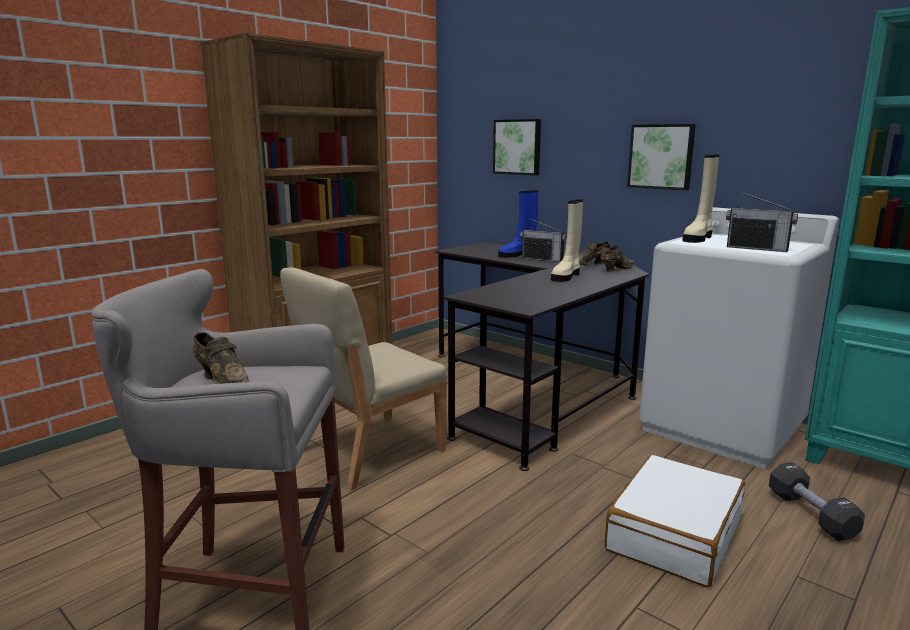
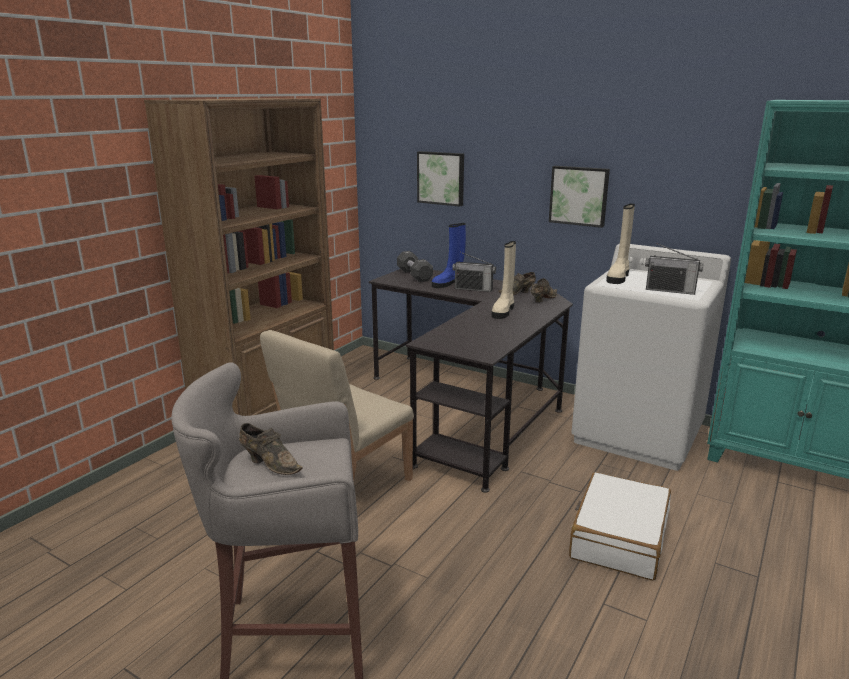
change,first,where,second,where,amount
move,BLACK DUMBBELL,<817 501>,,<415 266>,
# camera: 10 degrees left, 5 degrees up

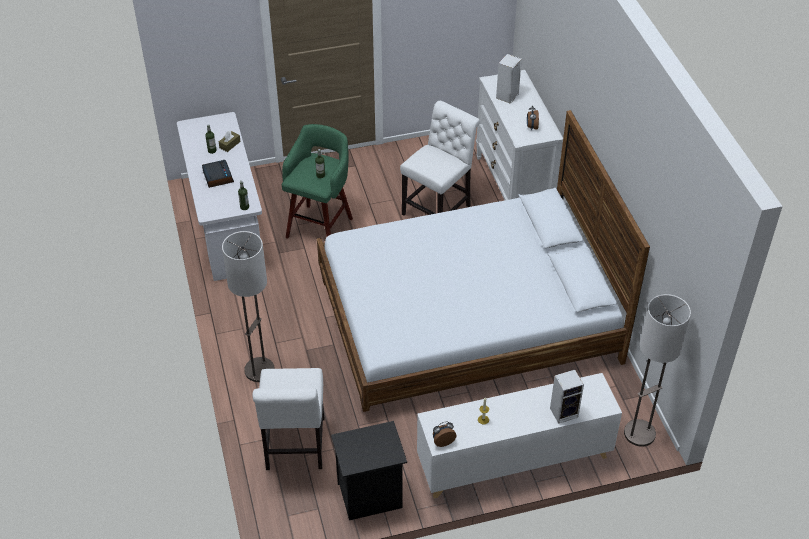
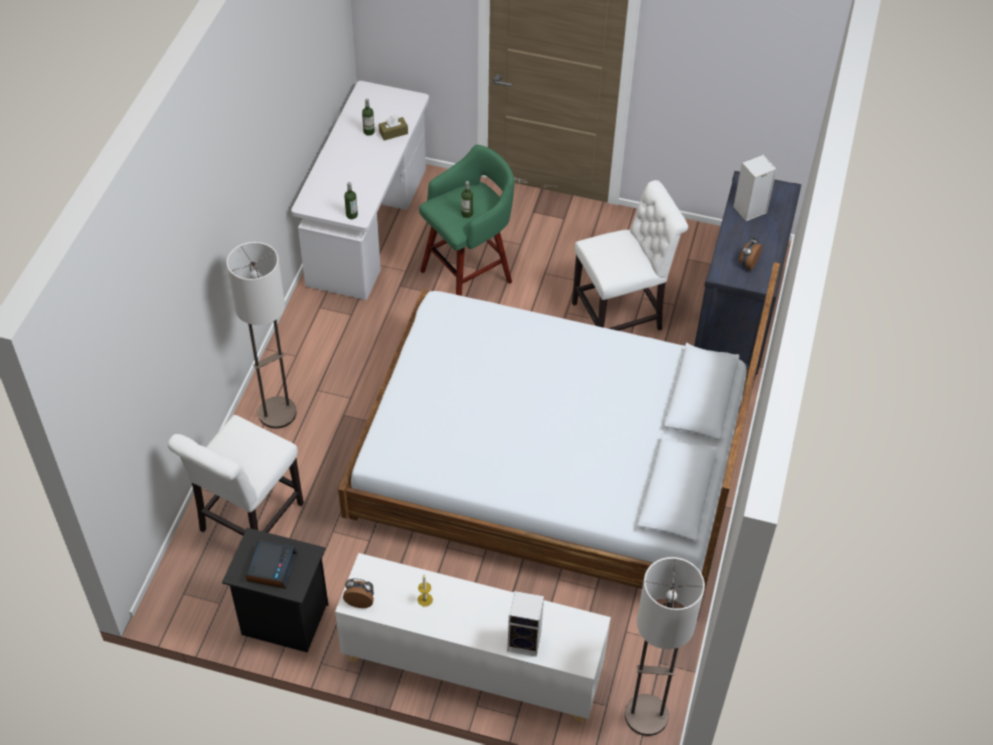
change,first,where,second,where,amount
recolor,WHITE DRESSER,<519 135>,BLACK DRESSER,<748 280>,
move,ALARM CLOCK,<218 174>,,<272 564>,
# camera: 30 degrees right, 5 degrees up

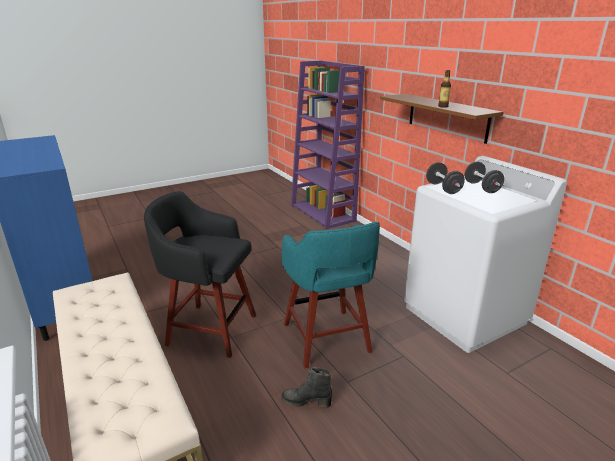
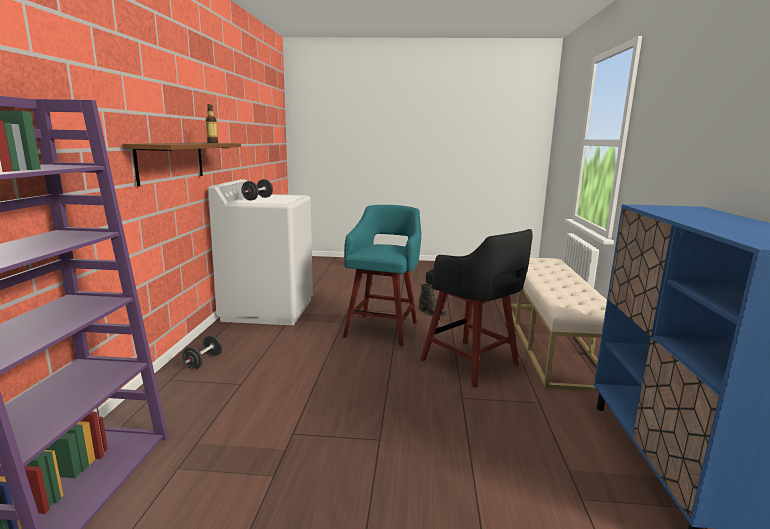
change,first,where,second,where,amount
move,BLACK DUMBBELL,<445 178>,,<202 352>,
# camera: 145 degrees left, 10 degrees down

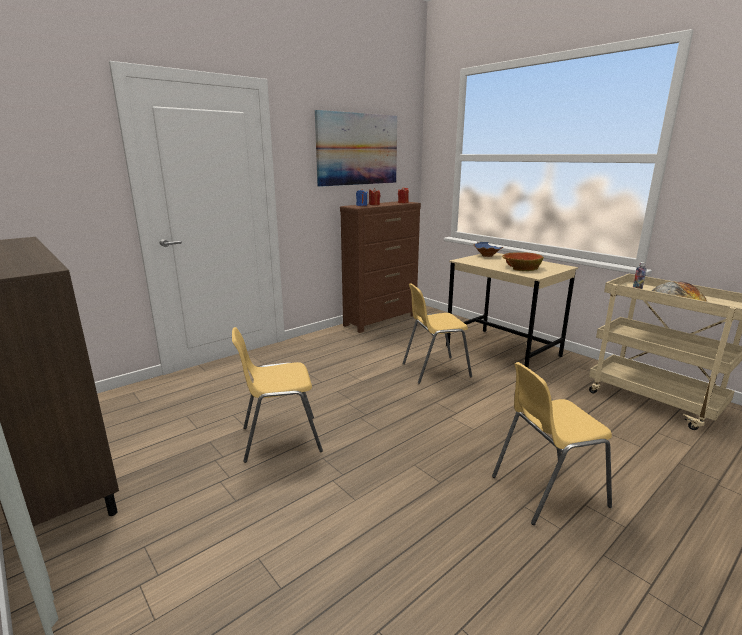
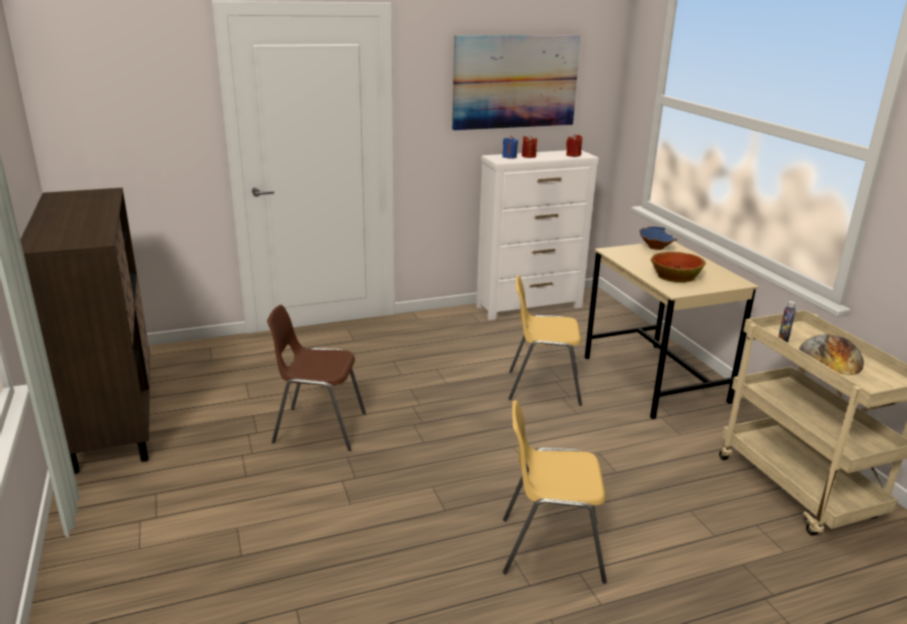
change,first,where,second,where,amount
recolor,BROWN DRESSER,<380 267>,WHITE DRESSER,<537 235>,
recolor,YELLOW CHAIR,<277 395>,BROWN CHAIR,<316 378>,
# camera: 20 degrees right, 5 degrees up

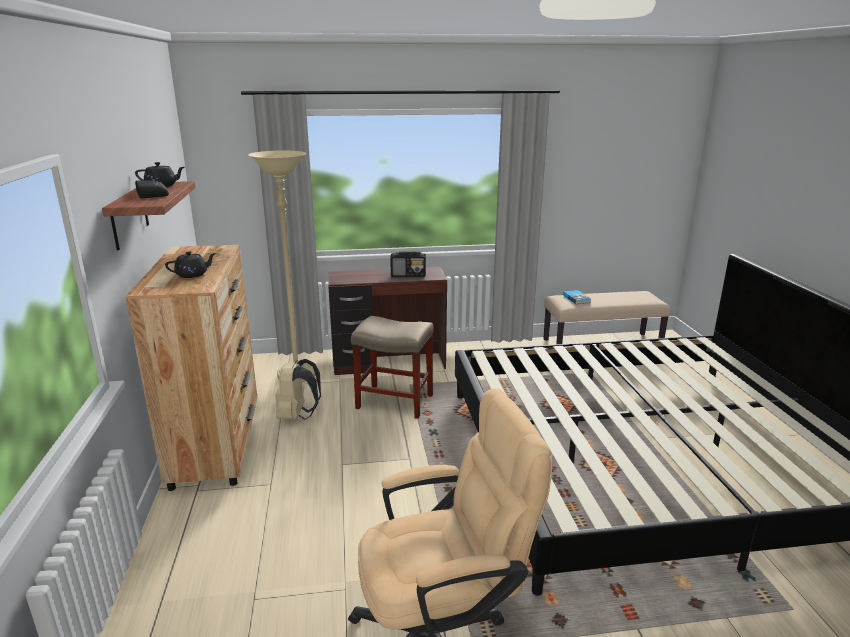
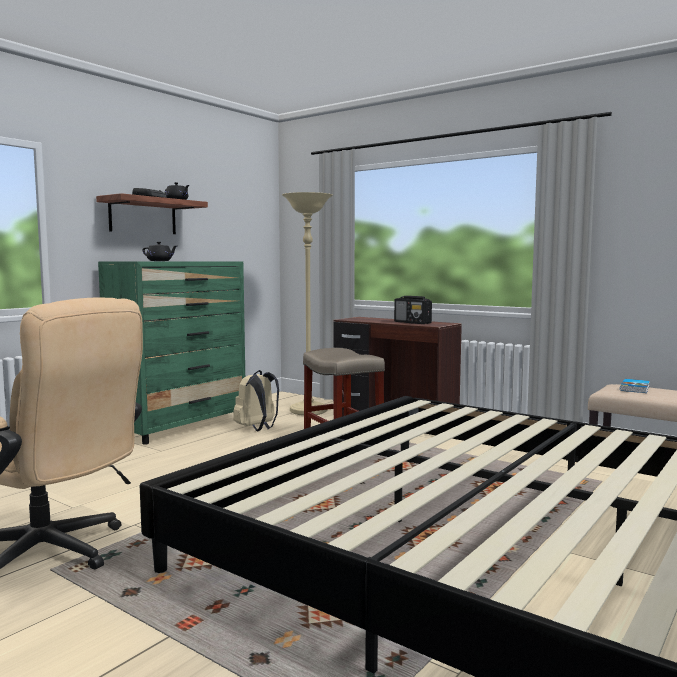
change,first,where,second,where,amount
recolor,BROWN DRESSER,<191 368>,GREEN DRESSER,<171 353>,
# camera: 45 degrees right, 15 degrees down

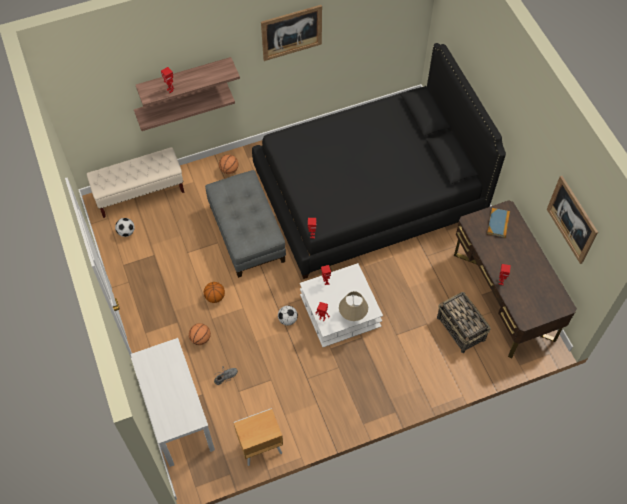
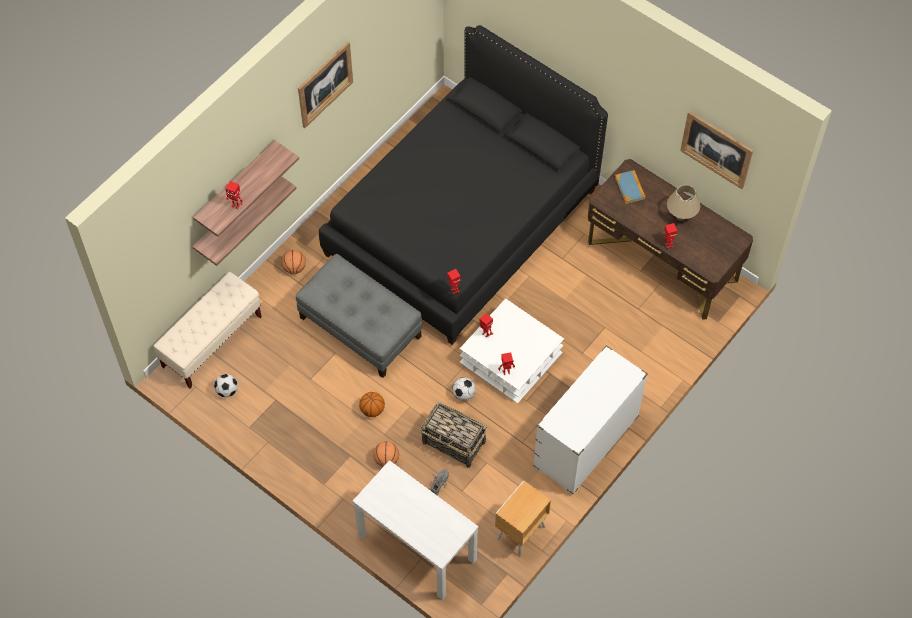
change,first,where,second,where,amount
move,BEIGE TABLE LAMP,<353 306>,,<683 203>,
move,BASKET,<464 322>,,<453 435>,
insert,,,WHITE DRESSER,<590 420>,
# camera: 30 degrees left, 0 degrees up

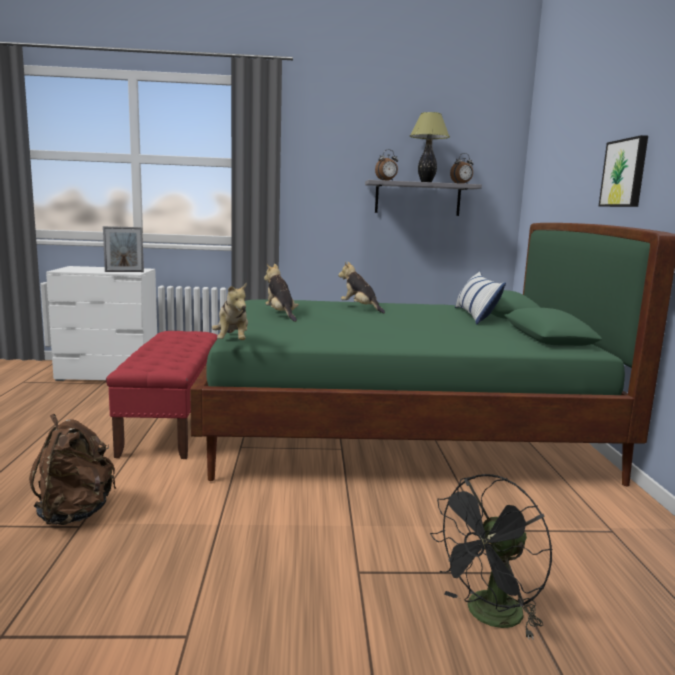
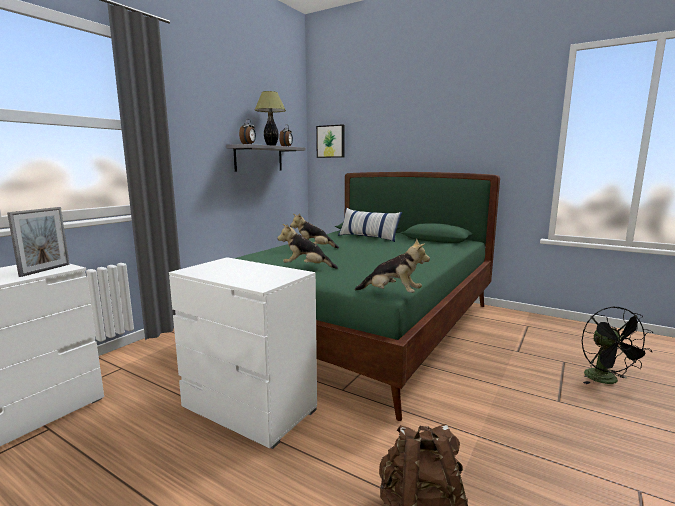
change,first,where,second,where,amount
move,PICTURE,<623 171>,,<330 141>,
replace,RED BENCH,<162 395>,WHITE DRESSER,<243 353>,
# camera: 55 degrees left, 0 degrees up

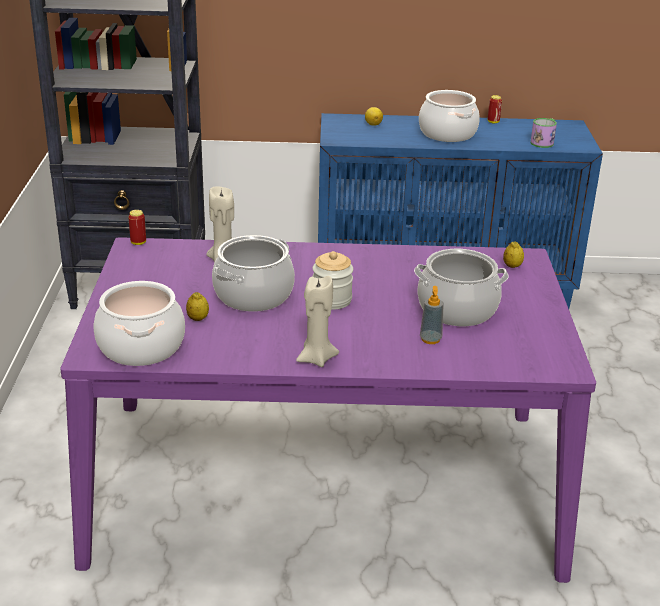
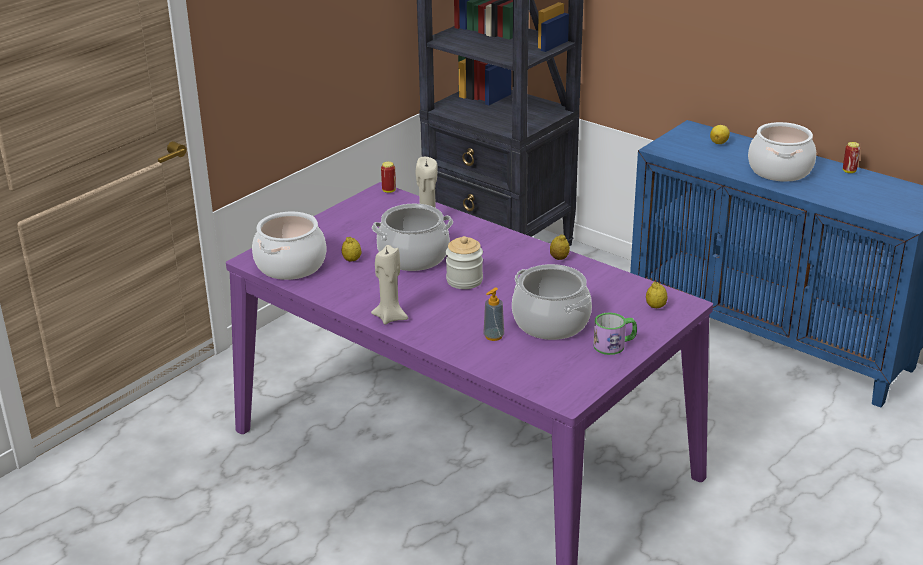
change,first,where,second,where,amount
move,MUG,<544 133>,,<615 333>,
insert,,,LEMON,<560 247>,
# camera: 40 degrees right, 0 degrees up

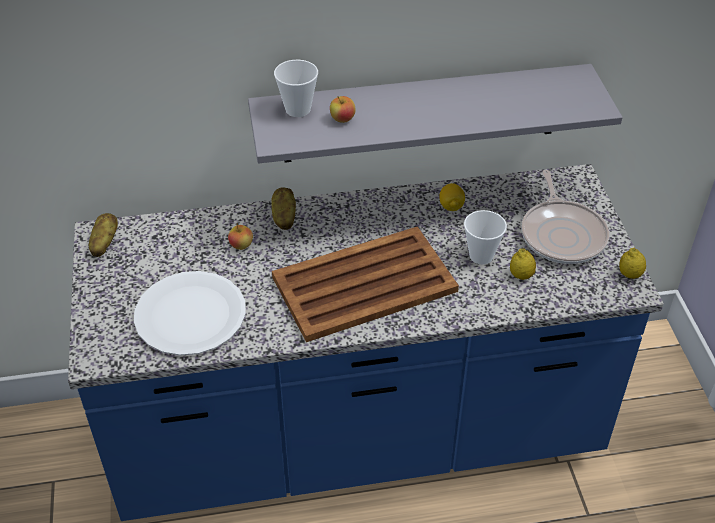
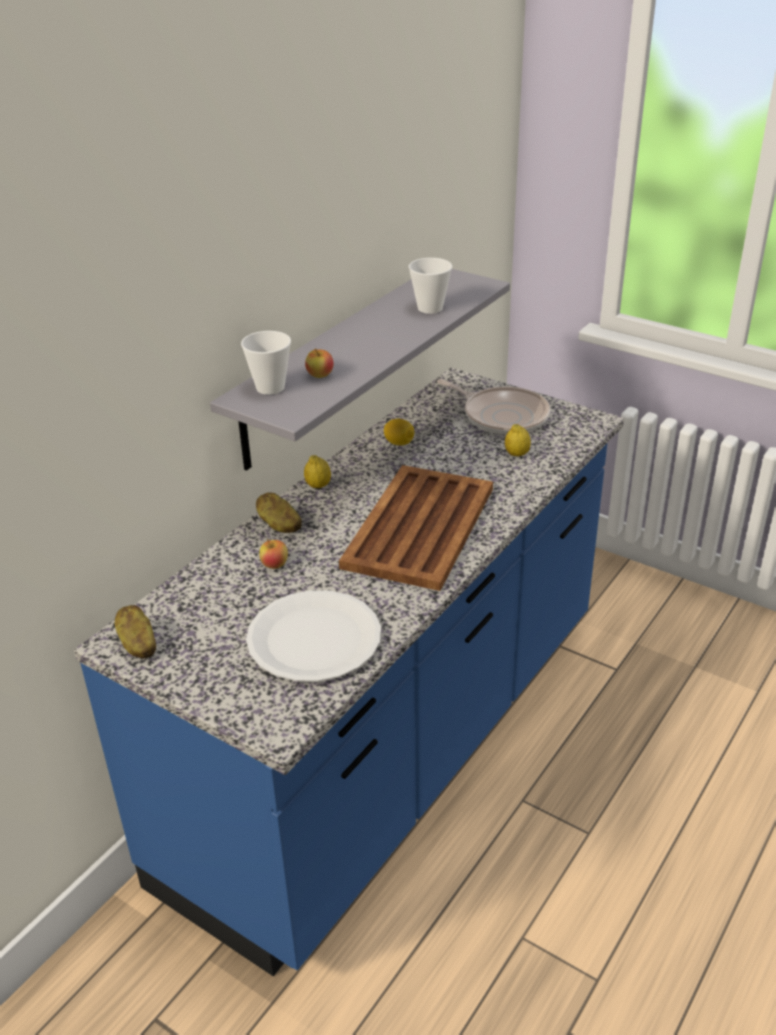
change,first,where,second,where,amount
move,CUP,<485 237>,,<430 286>,
move,LEMON,<632 263>,,<317 471>,
# camera: 45 degrees left, 10 degrees down

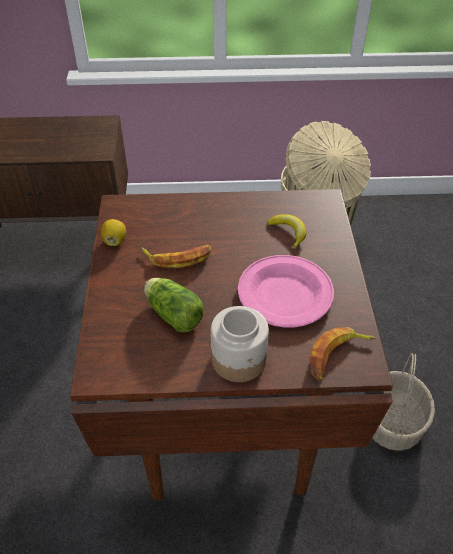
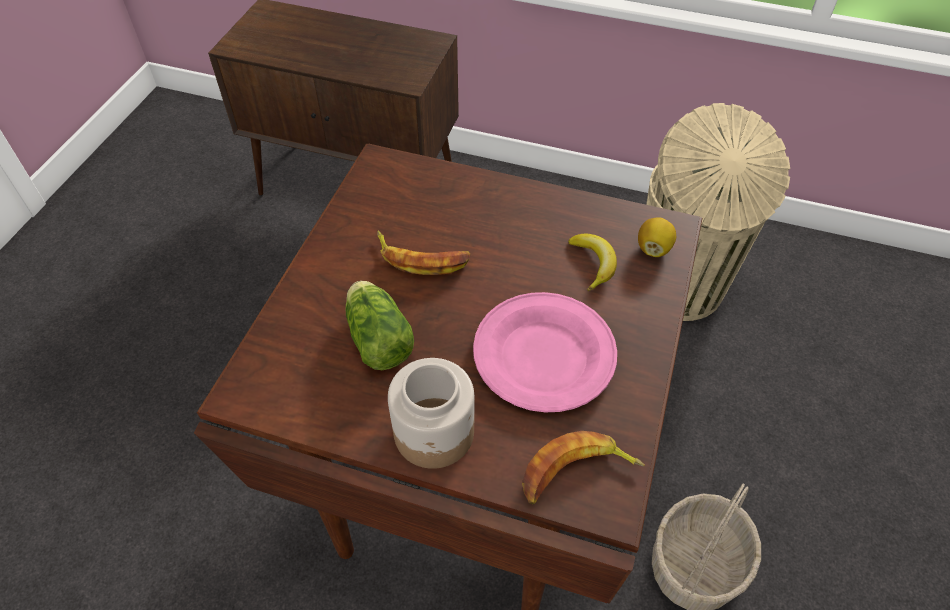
change,first,where,second,where,amount
move,LEMON,<113 232>,,<657 237>,
# camera: 20 degrees right, 5 degrees up

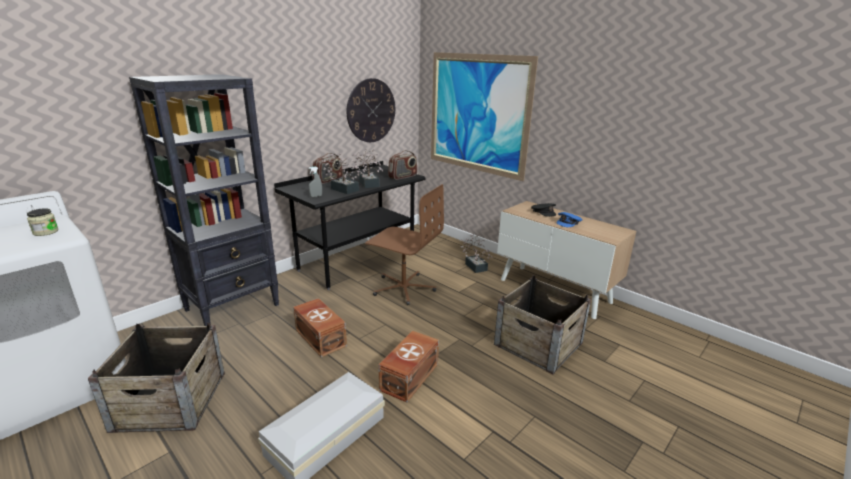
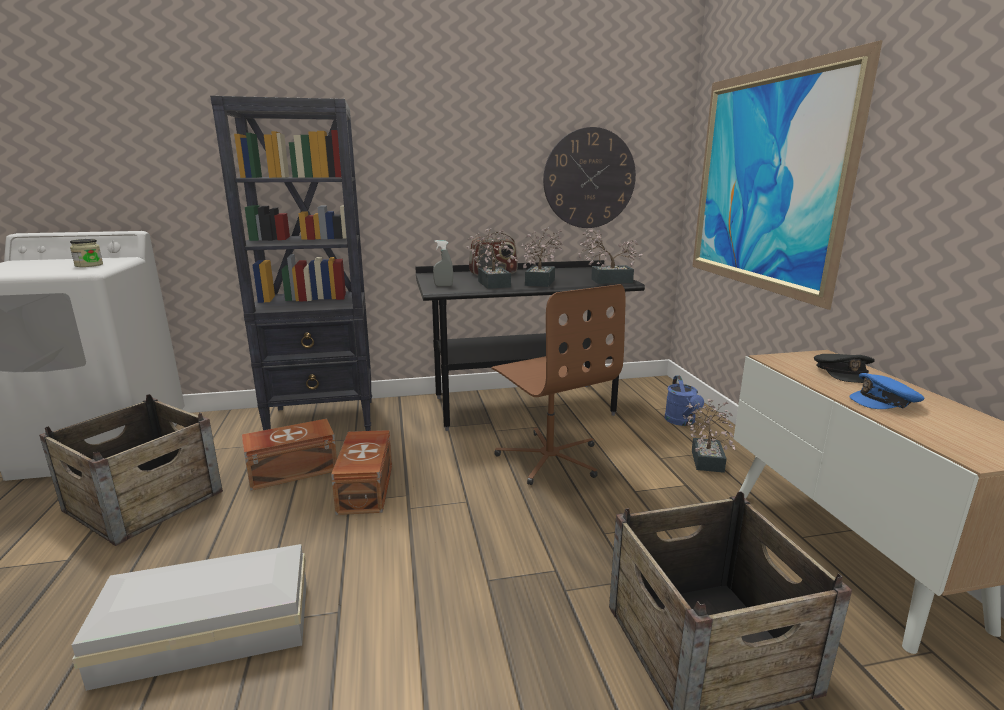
change,first,where,second,where,amount
replace,RADIO,<402 165>,POTTED PLANT,<610 256>,
move,BROWN STORAGE BOX,<409 366>,,<289 455>,
insert,,,BLUE WATERING CAN,<684 400>,
# camera: 35 degrees right, 5 degrees down

